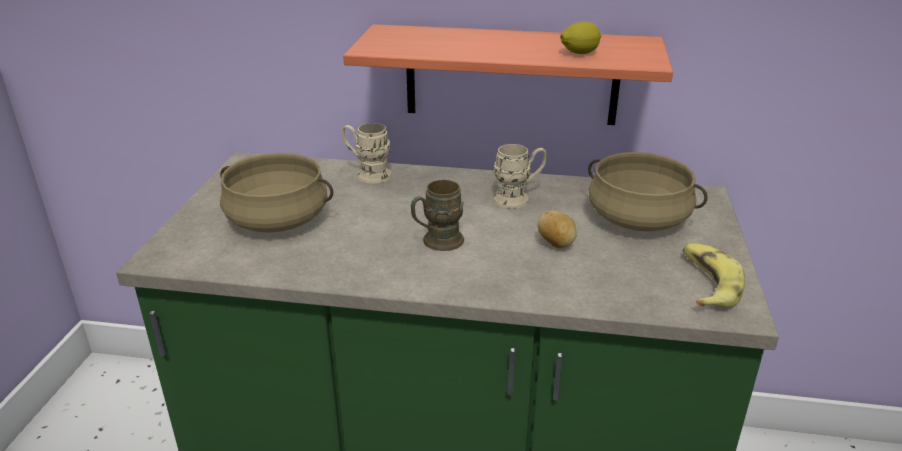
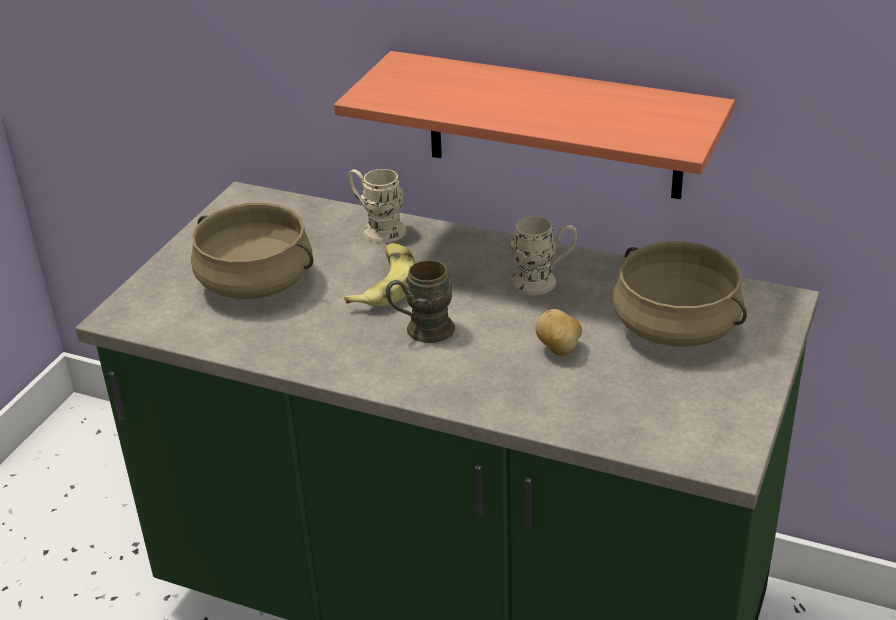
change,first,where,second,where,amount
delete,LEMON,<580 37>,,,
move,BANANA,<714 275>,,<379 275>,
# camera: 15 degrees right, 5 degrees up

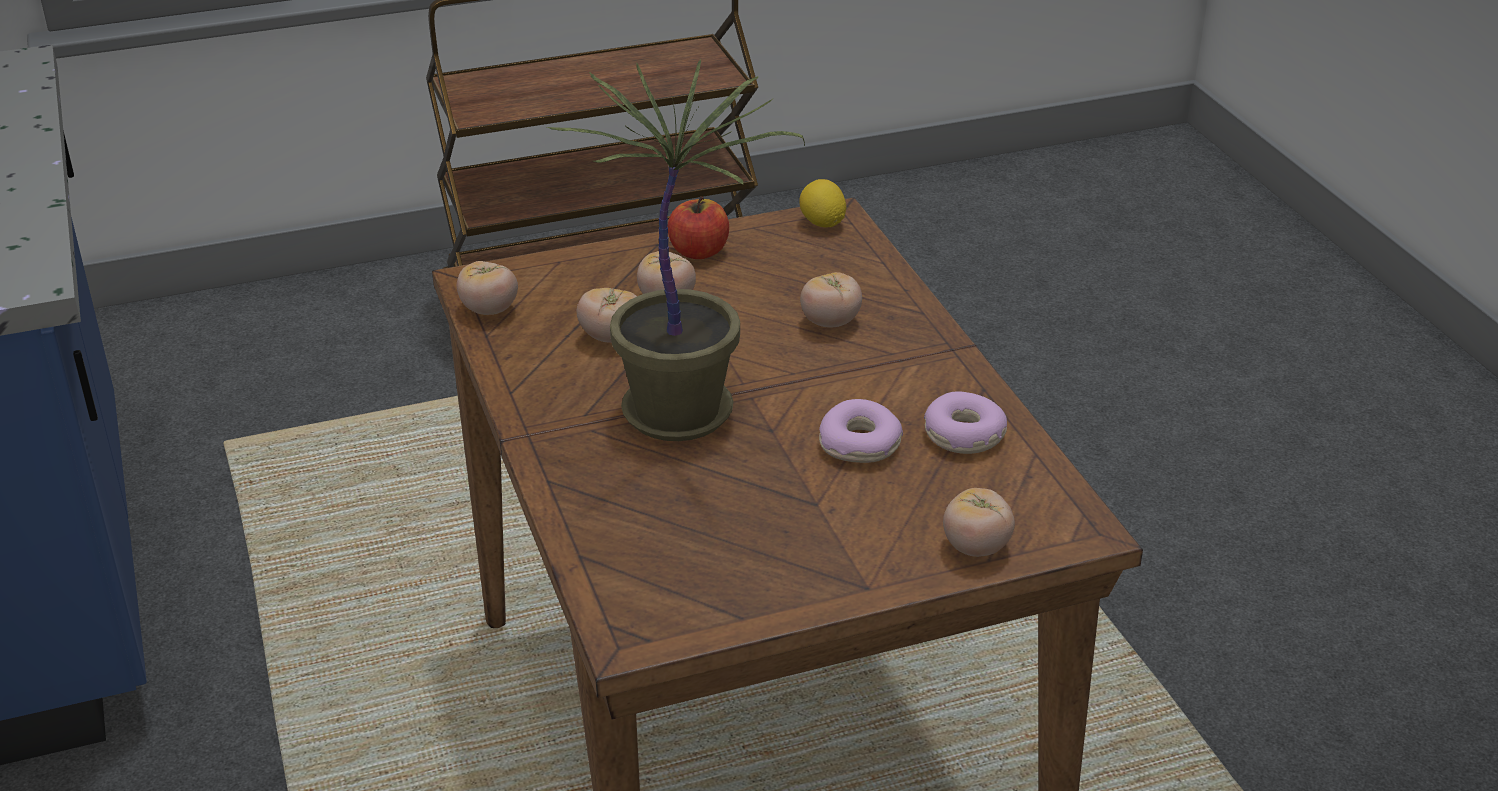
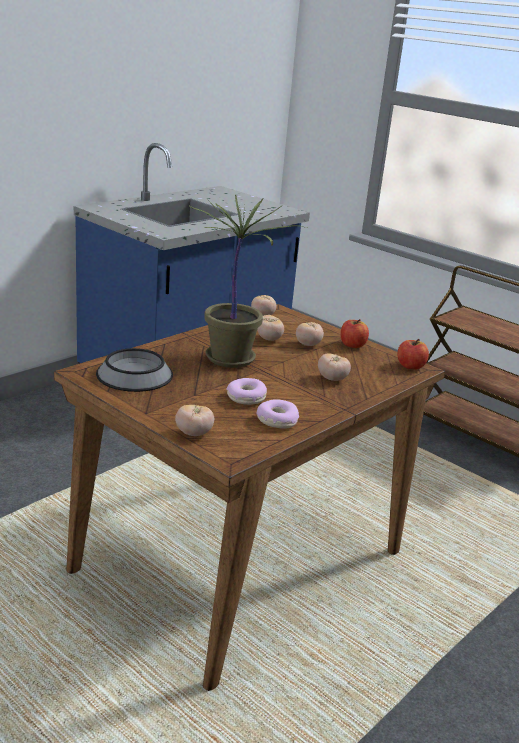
change,first,where,second,where,amount
replace,LEMON,<822 203>,APPLE,<413 354>,
insert,,,BOWL,<134 370>,
# camera: 60 degrees right, 10 degrees down

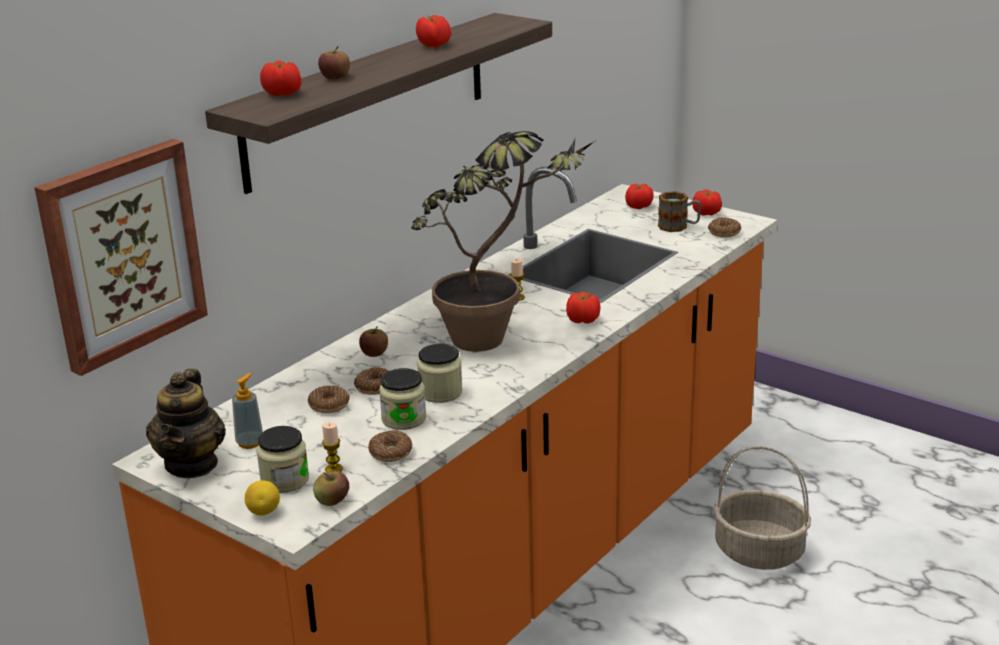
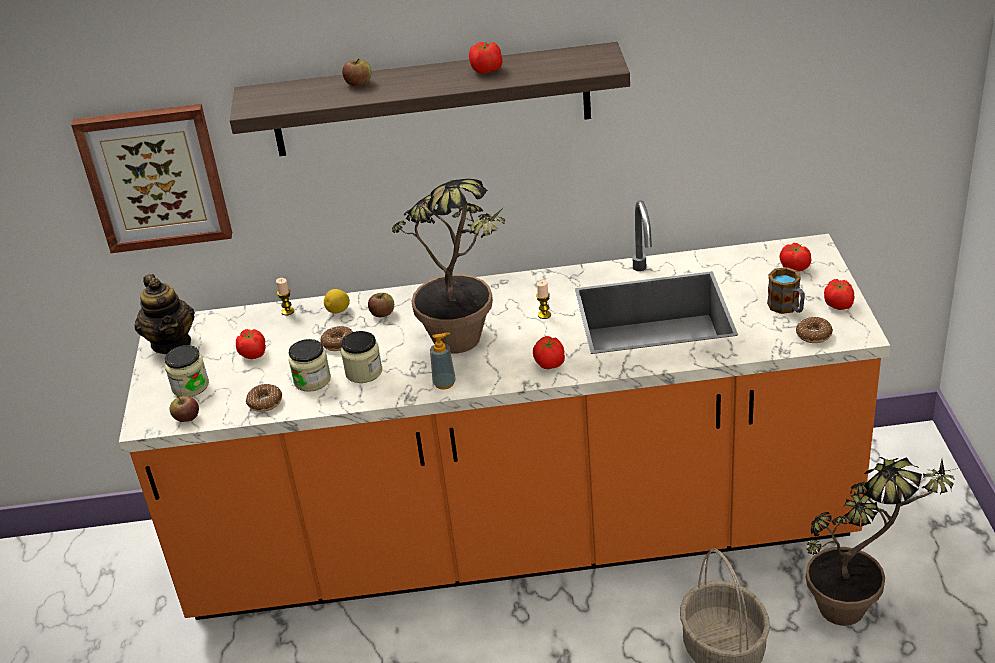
change,first,where,second,where,amount
move,TOMATO,<280 78>,,<251 344>,
rotate,TEAPOT,<186 423>,,<165 314>,75 degrees counterclockwise
move,SOAP DISPENSER,<247 411>,,<443 361>,
delete,DONUT,<329 399>,,,
move,CANDLE,<332 447>,,<285 296>,
move,LEMON,<262 498>,,<337 301>,
insert,,,POTTED PLANT,<884 541>,
# camera: 50 degrees right, 10 degrees up

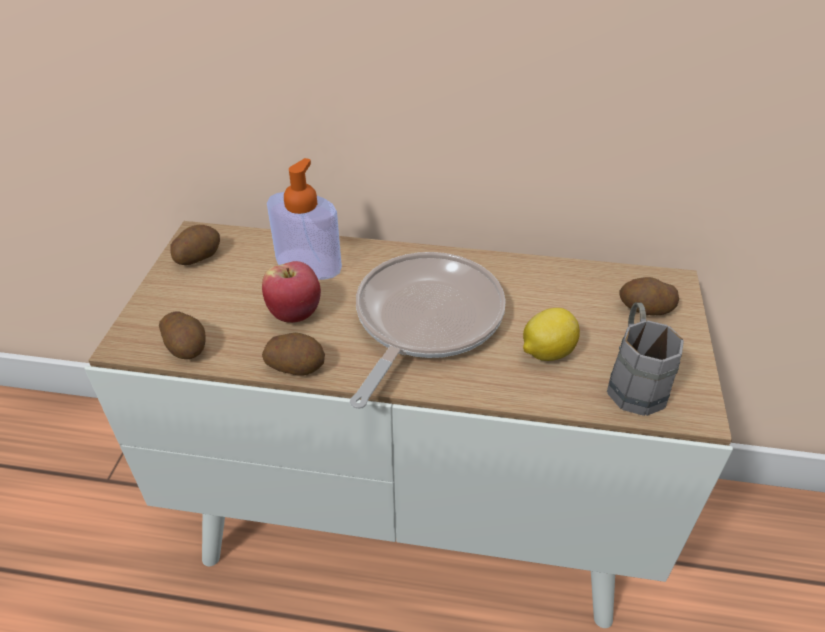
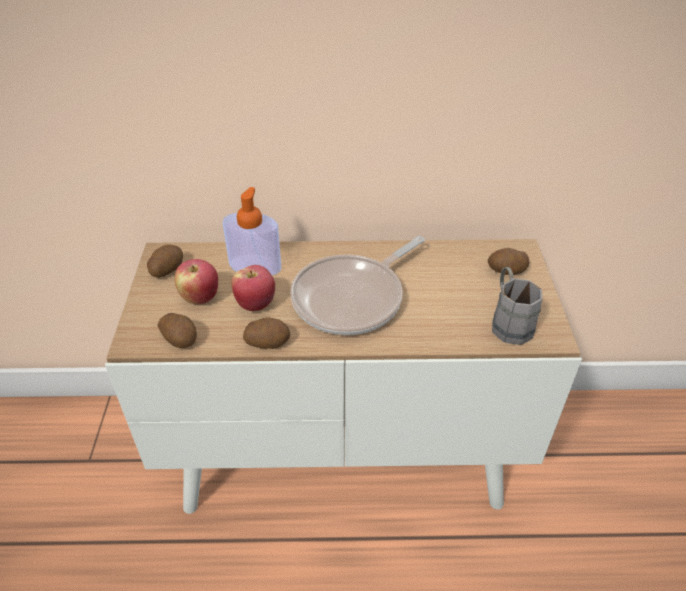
change,first,where,second,where,amount
rotate,FRYING PAN,<428 330>,,<357 285>,150 degrees counterclockwise
delete,LEMON,<551 334>,,,
insert,,,APPLE,<196 281>,
# camera: 10 degrees left, 0 degrees up

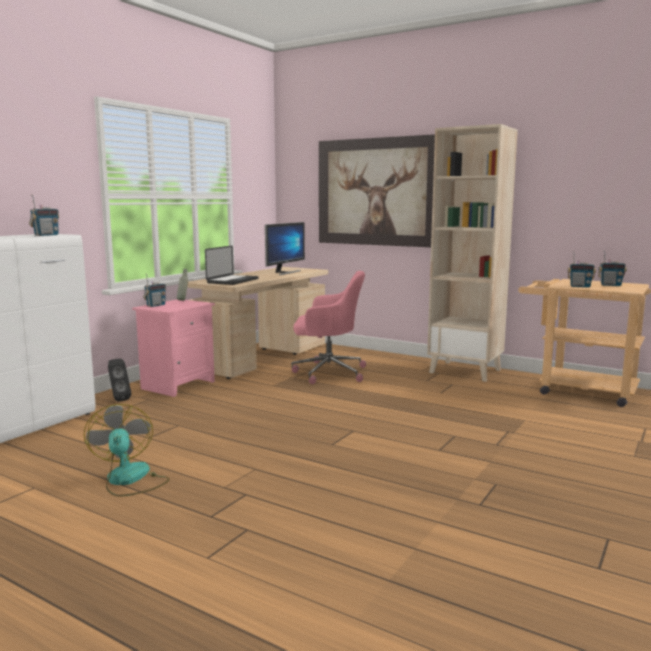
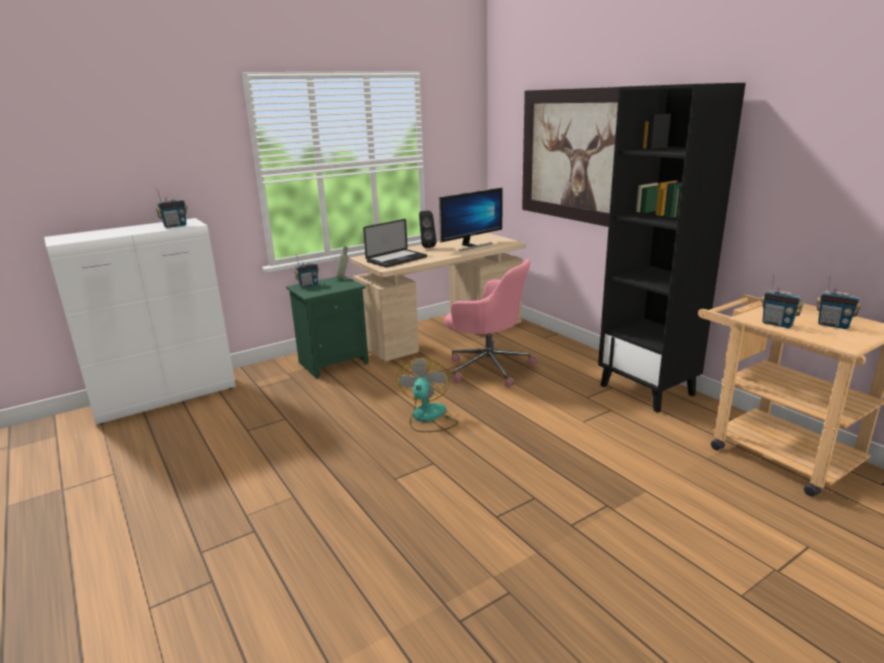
change,first,where,second,where,amount
recolor,BEIGE BOOKCASE,<472 253>,BLACK BOOKCASE,<672 248>,
recolor,PINK NIGHTSTAND,<173 348>,GREEN NIGHTSTAND,<327 327>,
move,BLACK SPEAKER,<119 380>,,<427 229>,
move,FAN,<126 450>,,<427 395>,
# camera: 25 degrees right, 10 degrees up

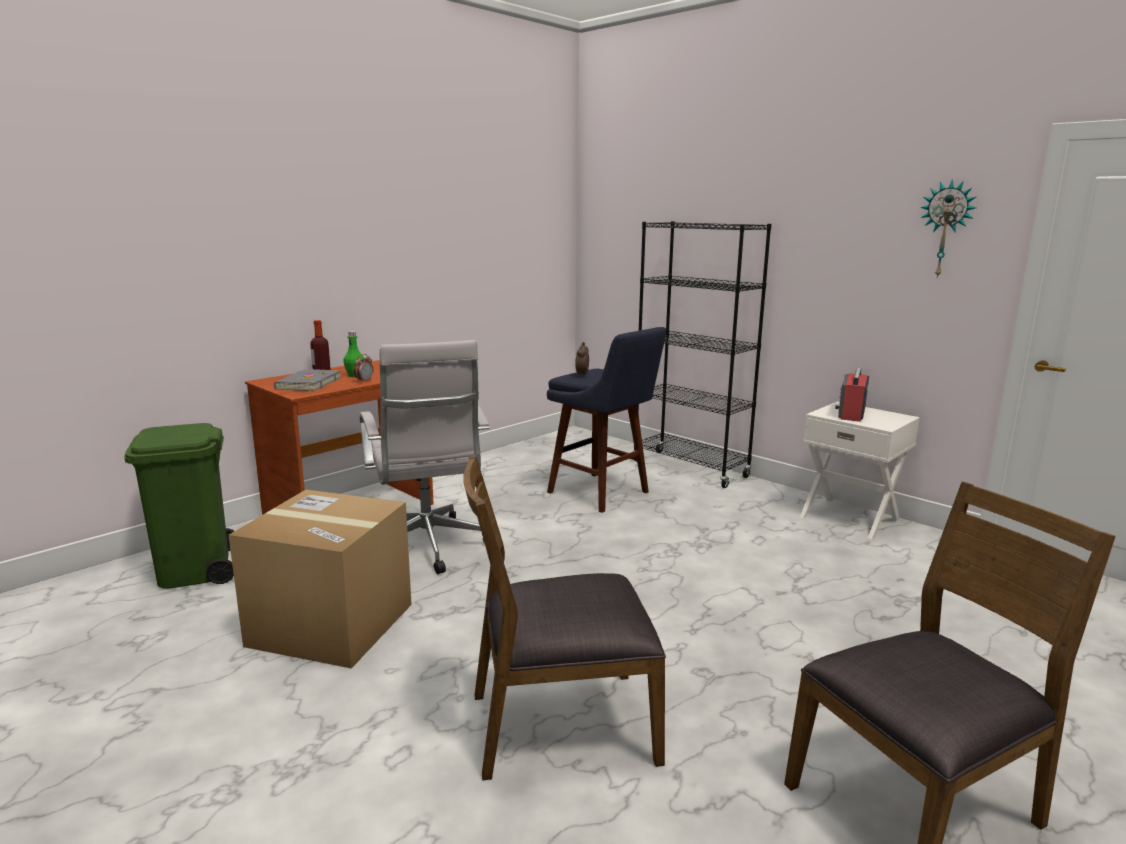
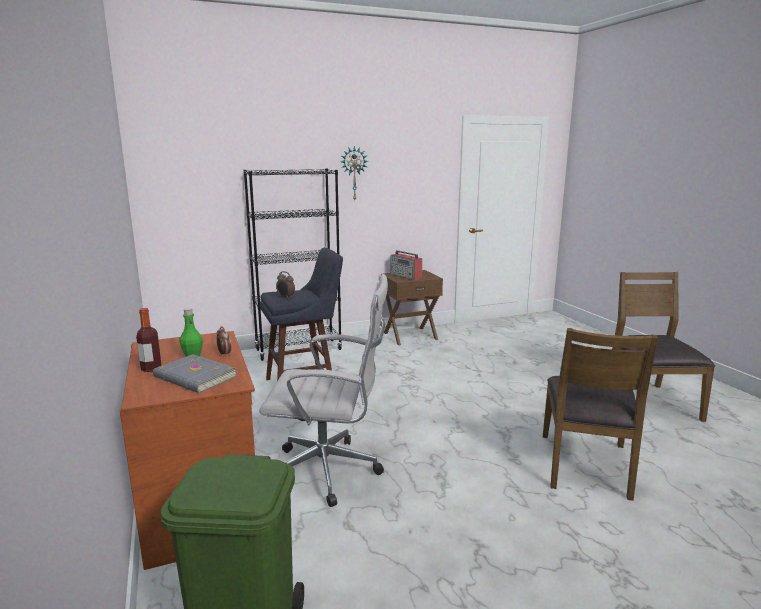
change,first,where,second,where,amount
move,WALL CLOCK,<948 228>,,<355 173>,
recolor,WHITE NIGHTSTAND,<860 470>,BROWN NIGHTSTAND,<412 307>,
delete,CARDBOARD BOX,<320 579>,,,
# camera: 65 degrees left, 0 degrees up

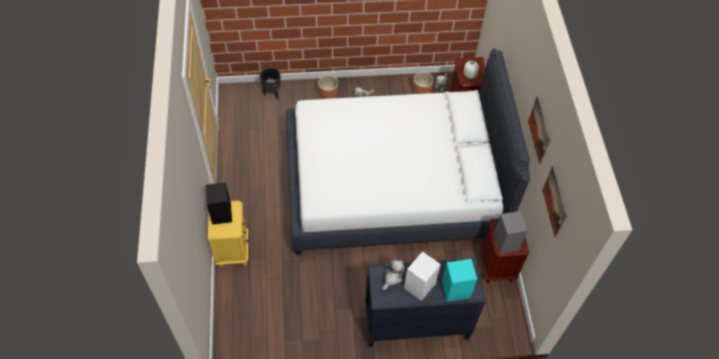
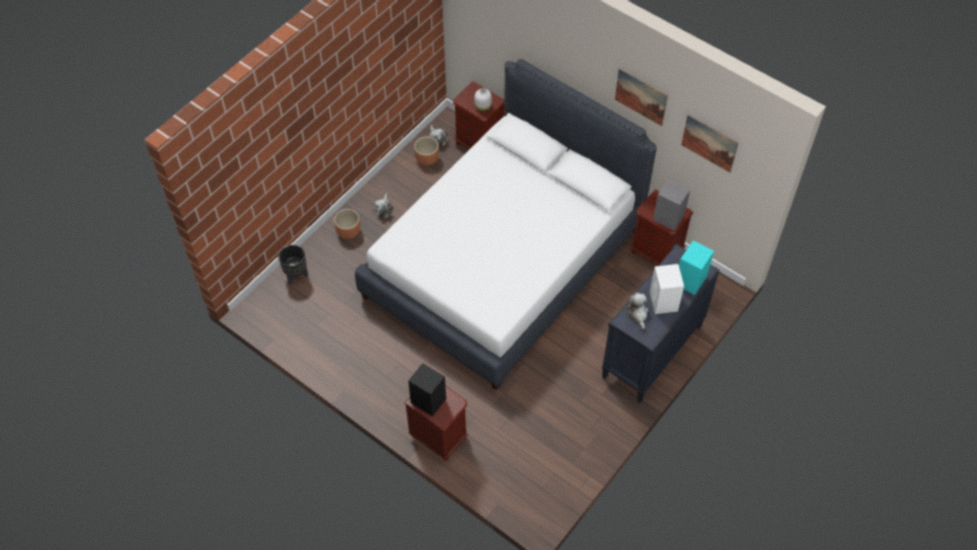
change,first,where,second,where,amount
recolor,YELLOW NIGHTSTAND,<228 234>,BROWN NIGHTSTAND,<436 423>,
# camera: 45 degrees left, 0 degrees up

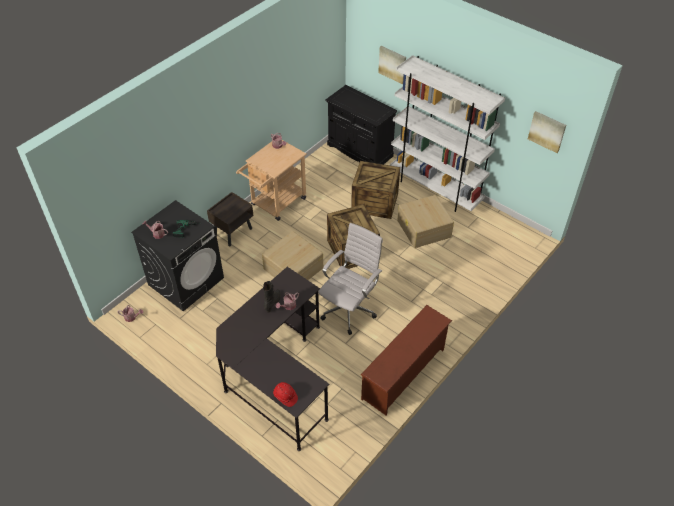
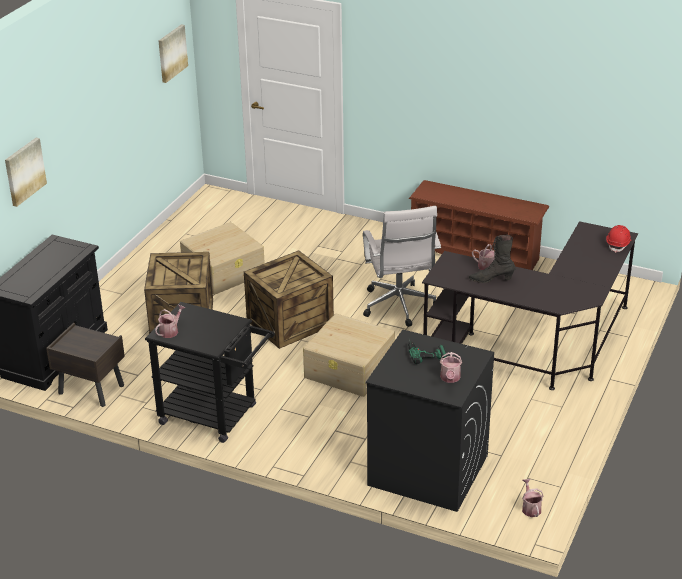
change,first,where,second,where,amount
delete,WHITE BOOKCASE,<447 133>,,,
recolor,BEIGE CART,<271 180>,BLACK CART,<210 372>,
move,BROWN NIGHTSTAND,<230 219>,,<85 365>,
rotate,WHITE OFFICE CHAIR,<350 279>,,<402 266>,120 degrees counterclockwise
# camera: 105 degrees left, 15 degrees down

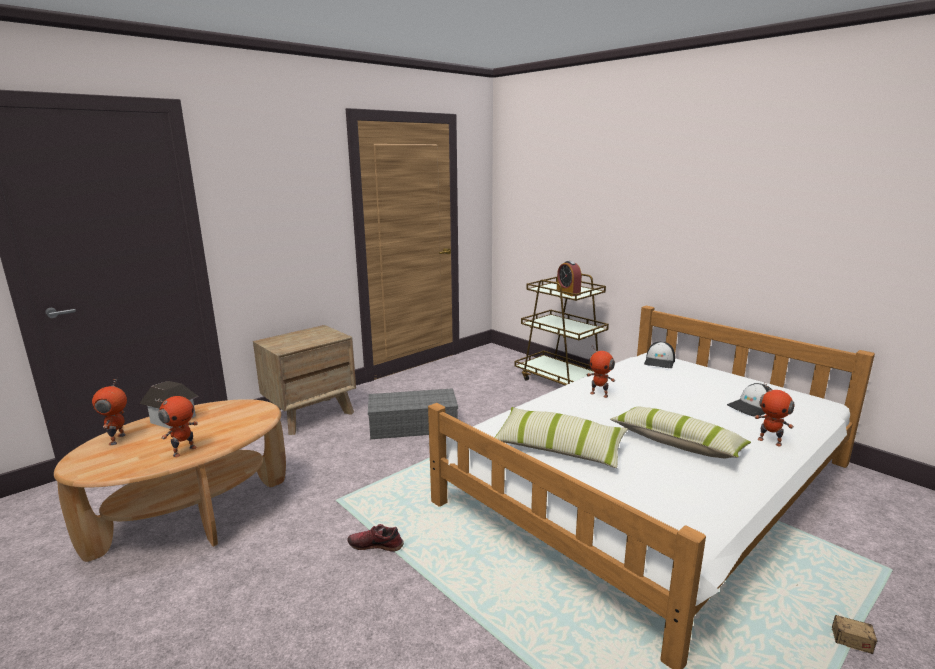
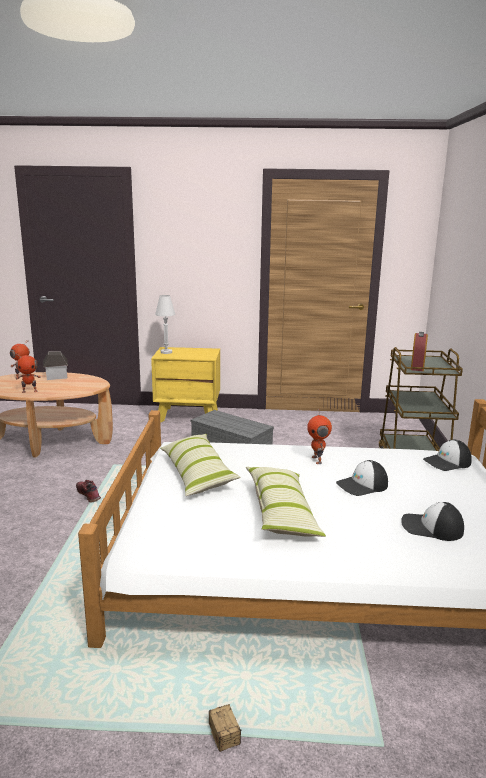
change,first,where,second,where,amount
recolor,BROWN NIGHTSTAND,<304 380>,YELLOW NIGHTSTAND,<185 385>,
delete,TOY ROBOT,<775 414>,,,
insert,,,WHITE TABLE LAMP,<165 324>,
insert,,,CAP,<362 478>,
# camera: 45 degrees right, 0 degrees up

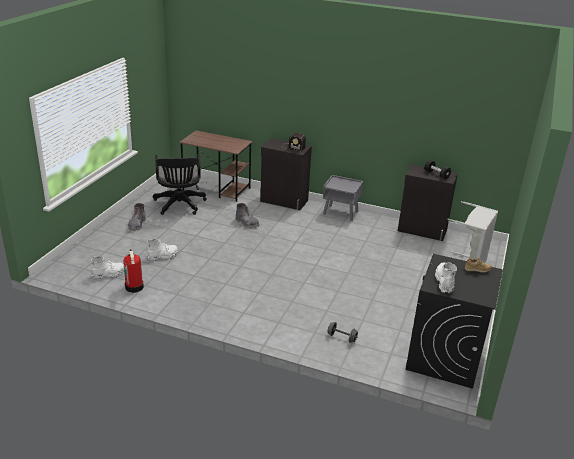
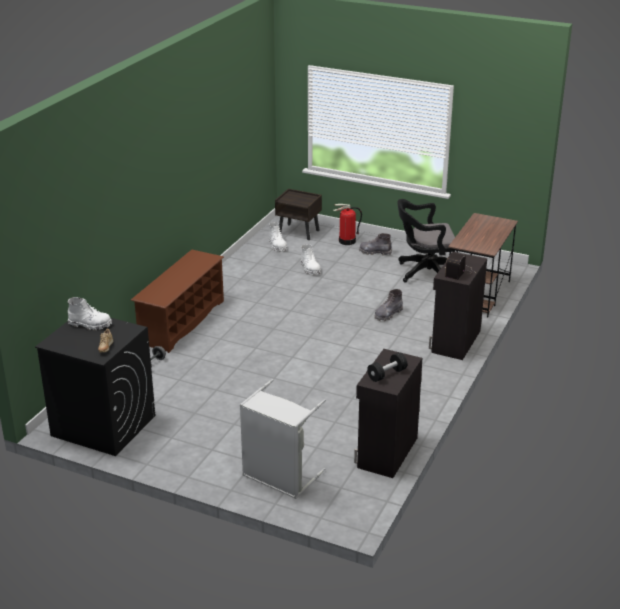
change,first,where,second,where,amount
delete,GREY NIGHTSTAND,<343 198>,,,
move,FIRE EXTINGUISHER,<133 271>,,<347 224>,
insert,,,BROWN NIGHTSTAND,<298 214>,
insert,,,BROWN SHOE RACK,<177 301>,
# camera: 95 degrees right, 0 degrees up

